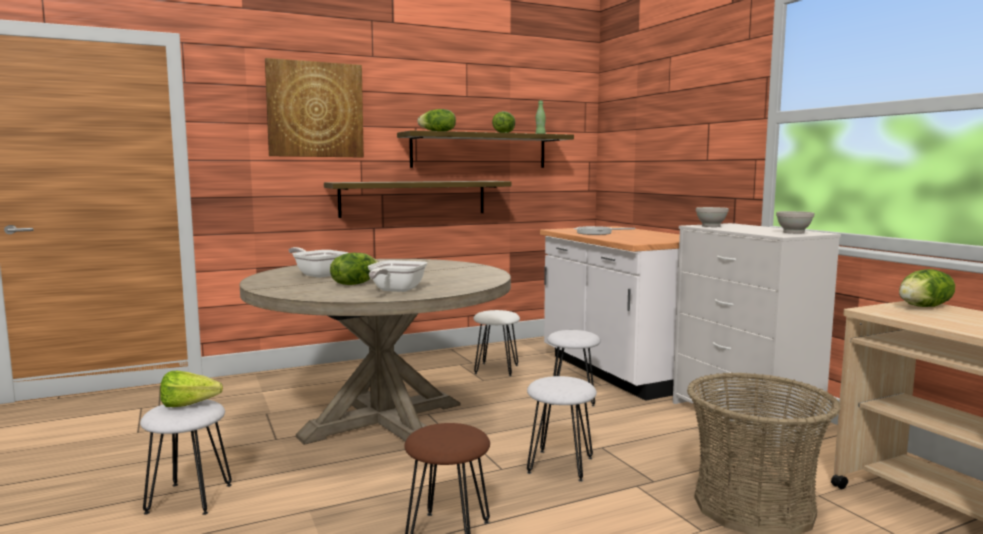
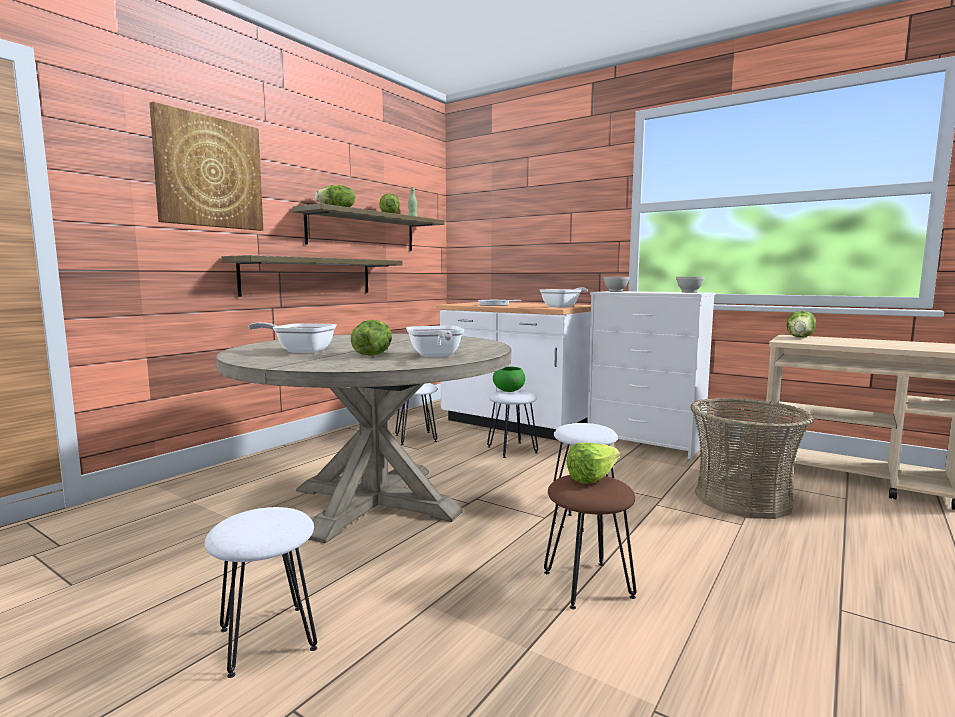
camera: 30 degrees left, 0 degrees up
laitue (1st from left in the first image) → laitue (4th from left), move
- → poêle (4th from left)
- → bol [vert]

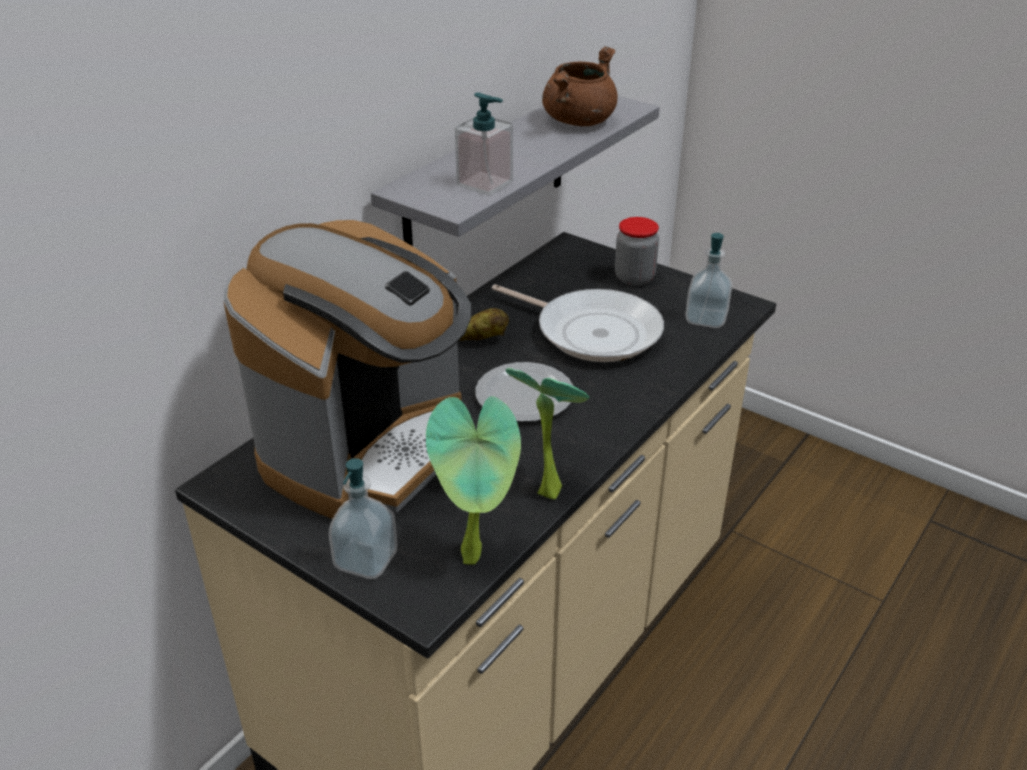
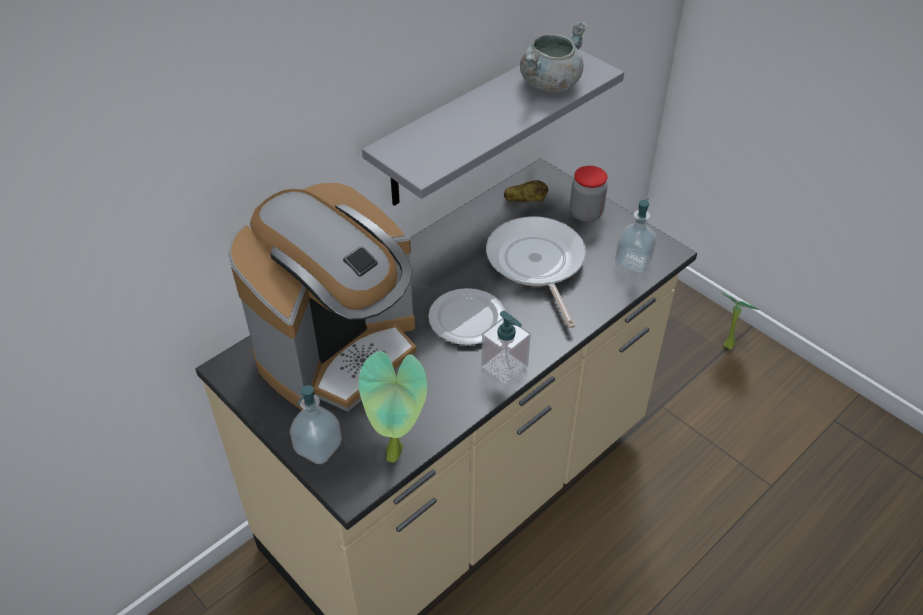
camera: 10 degrees right, 10 degrees up
marmite [marron] → marmite [gris]
distributeur de savon (2nd from left), move
poêle, 150 degrees counterclockwise
pomme de terre, move
plante en pot (2nd from left), move

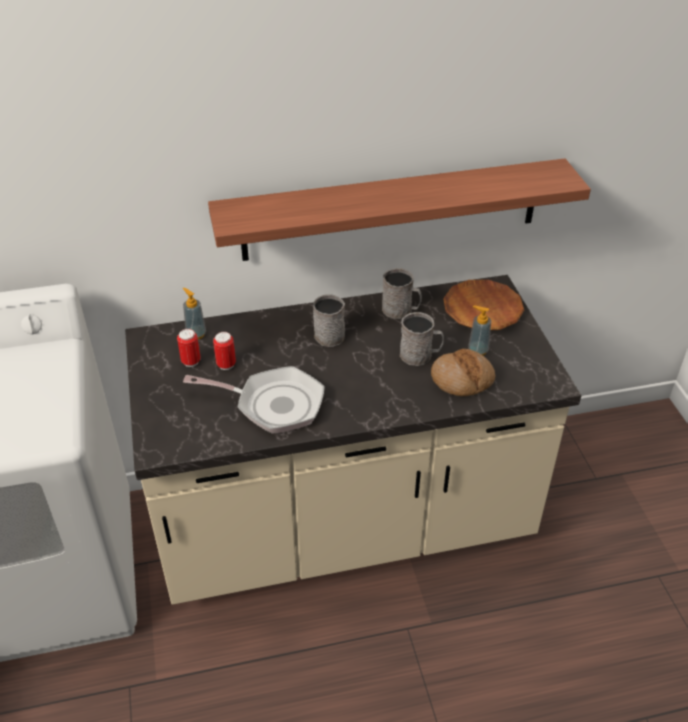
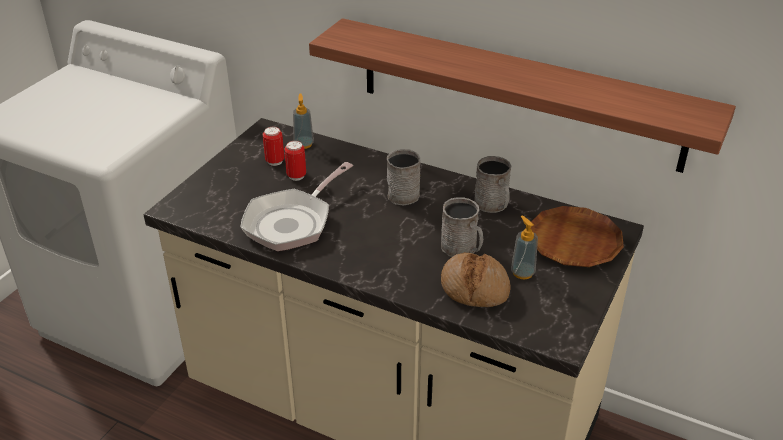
camera: 40 degrees right, 5 degrees down
poêle, 75 degrees clockwise

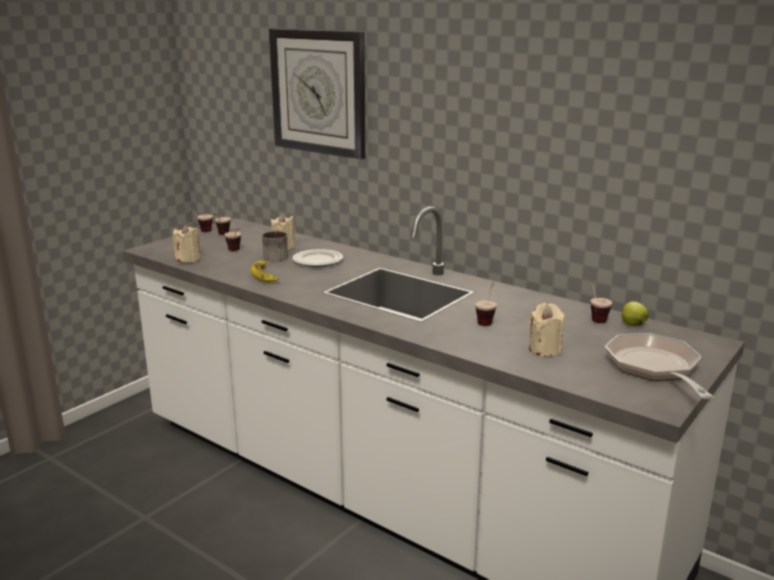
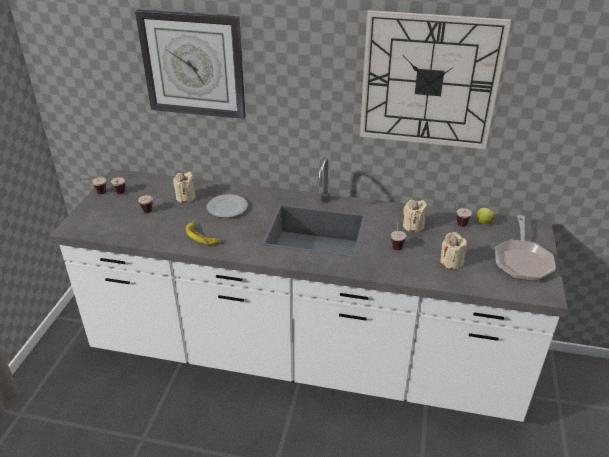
camera: 25 degrees left, 15 degrees up
bougie [beige] (1st from left in the first image) → bougie [beige] (2nd from left), move
mug → -
poêle, 135 degrees counterclockwise
- → horloge murale (2nd from left)

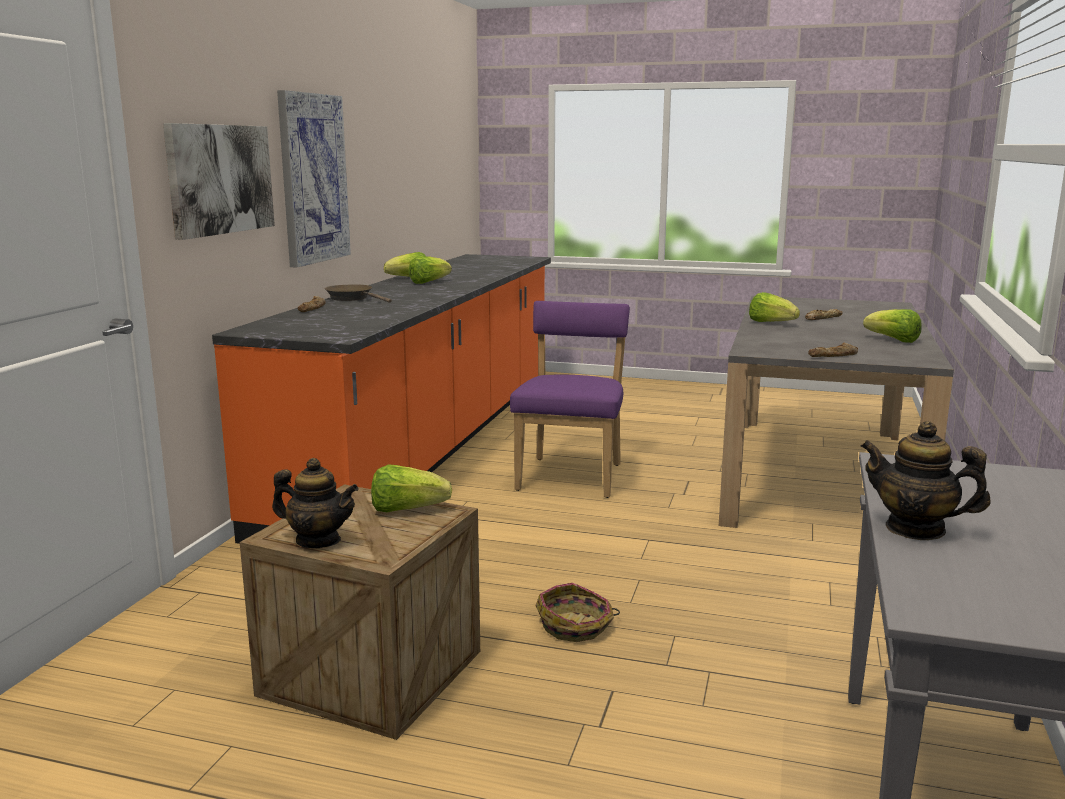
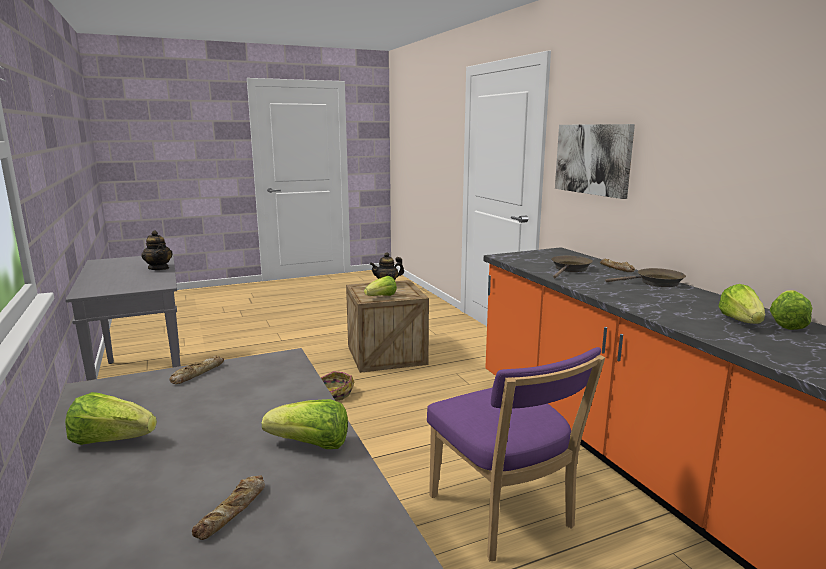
camera: 140 degrees right, 0 degrees up
tableau (2nd from left) → -
théière (2nd from left in the first image) → théière (1st from left), 60 degrees clockwise
- → poêle [marron] (1st from left)

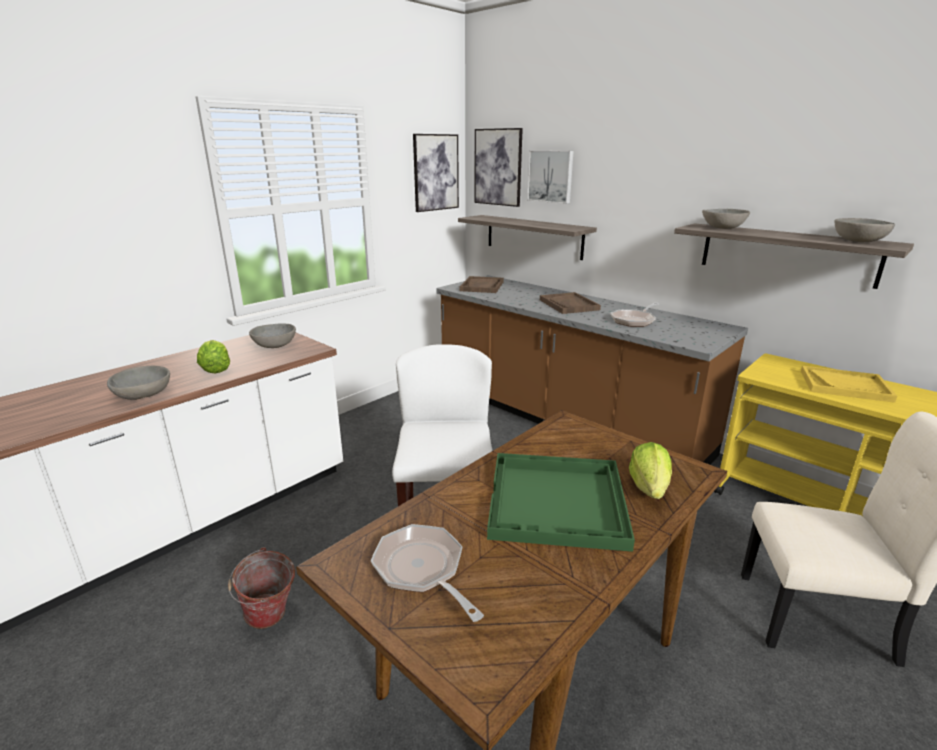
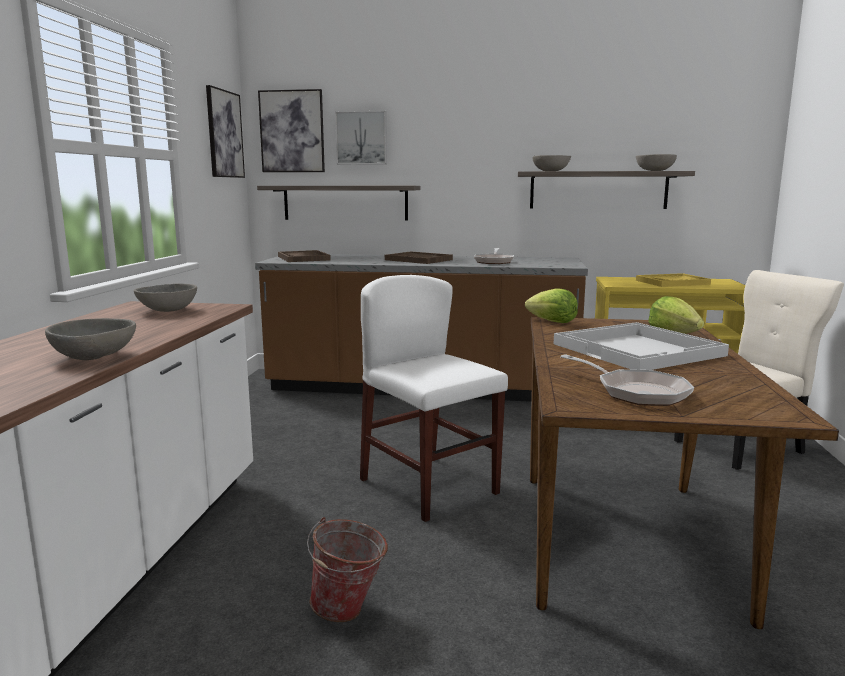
camera: 35 degrees left, 10 degrees down
laitue (1st from left), move
plateau [vert] → plateau [blanc]
poêle (1st from left in the first image) → poêle (2nd from left), 150 degrees counterclockwise

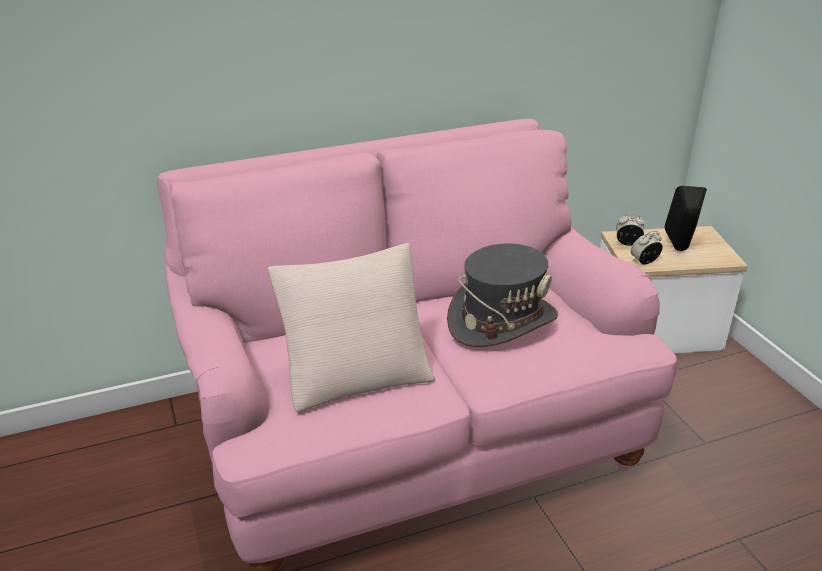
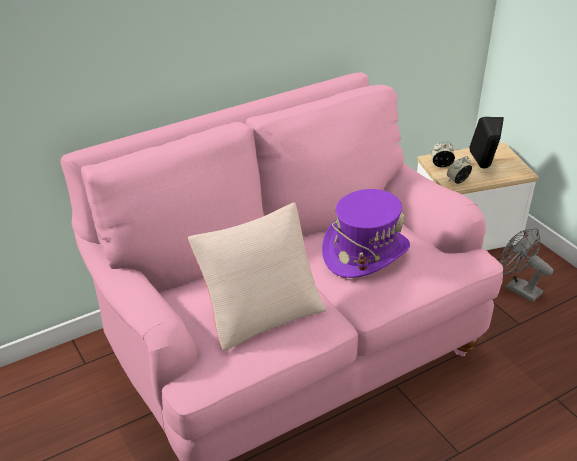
camera: 10 degrees left, 5 degrees up
chapeau [gris] → chapeau [violet]
- → ventilateur [gris]

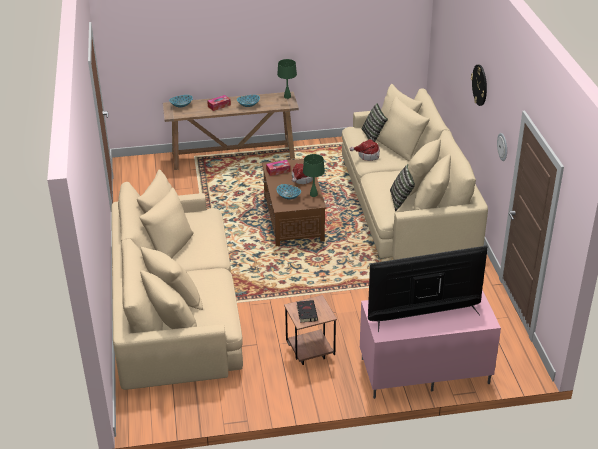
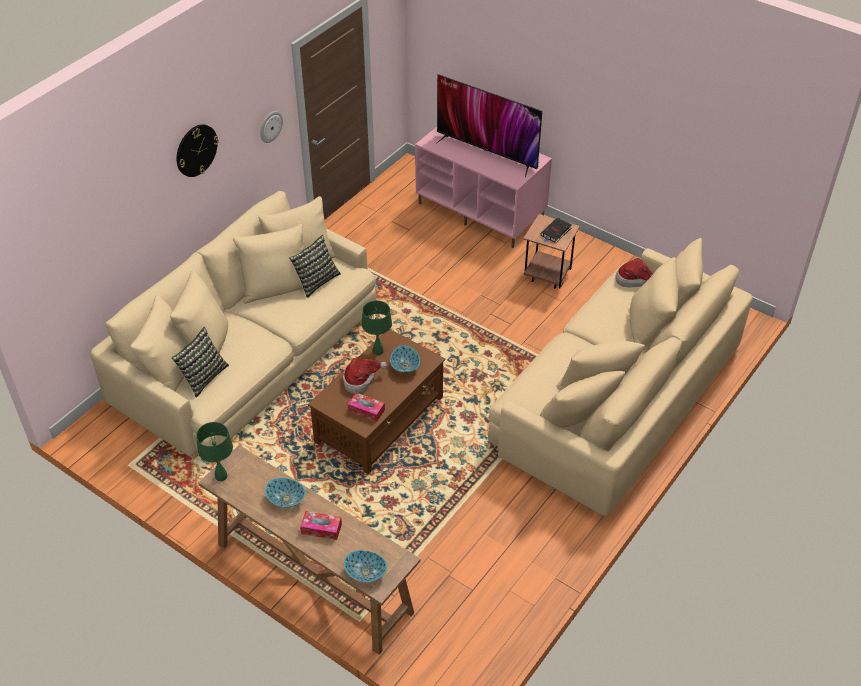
camera: 135 degrees left, 10 degrees up
chapeau (2nd from left), move

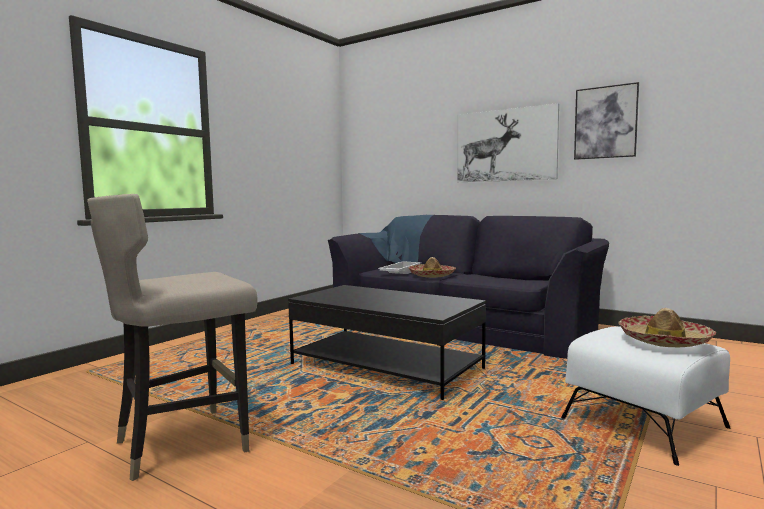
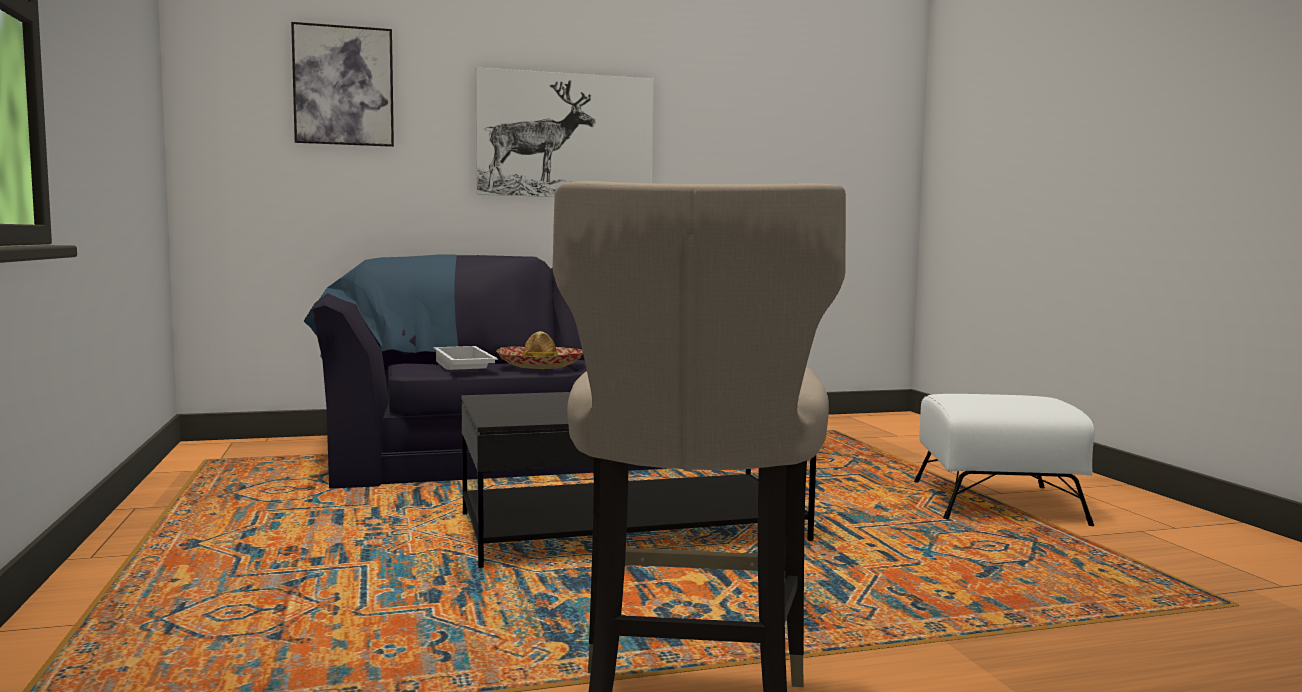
camera: 50 degrees left, 0 degrees up
tableau (2nd from left in the first image) → tableau (1st from left), move
chapeau (2nd from left) → -

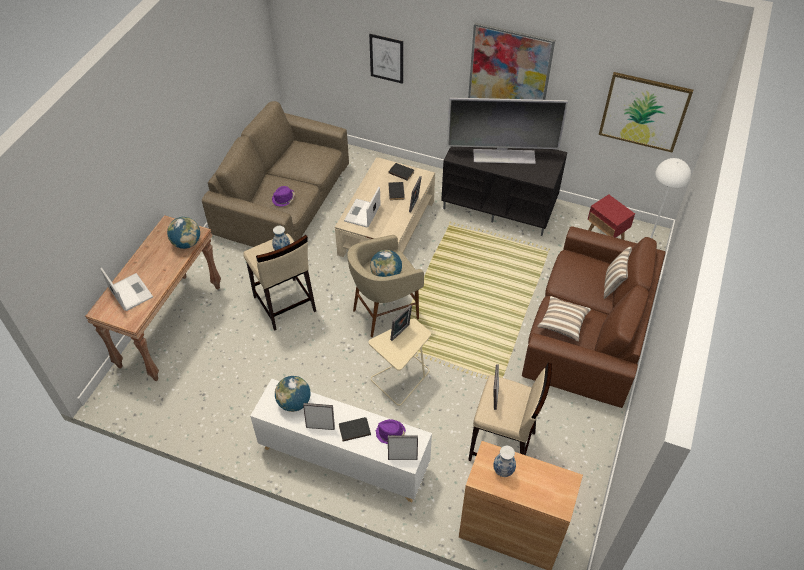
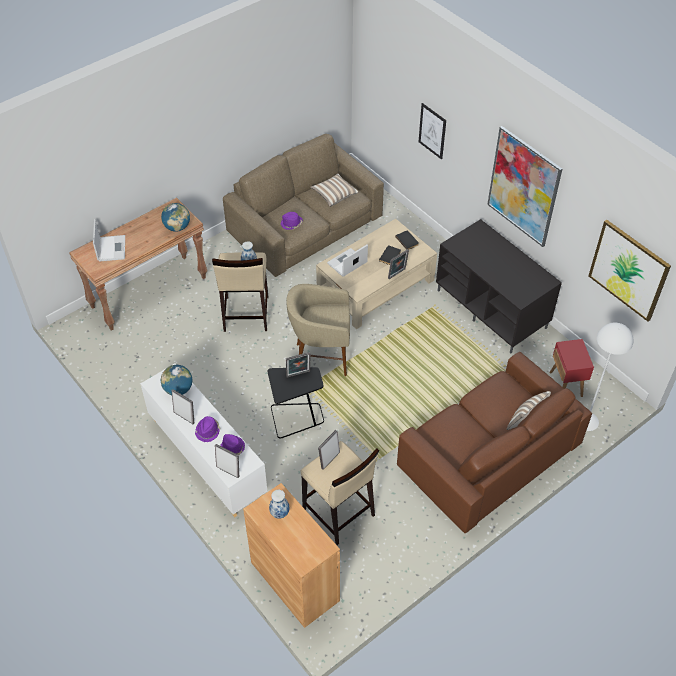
camera: 30 degrees right, 0 degrees up
téléviseur → -
globe (3rd from left) → -
coussin (1st from left), move
table d'appoint [beige] → table d'appoint [noir]
livre [noir] (1st from left) → chapeau [violet] (1st from left)

